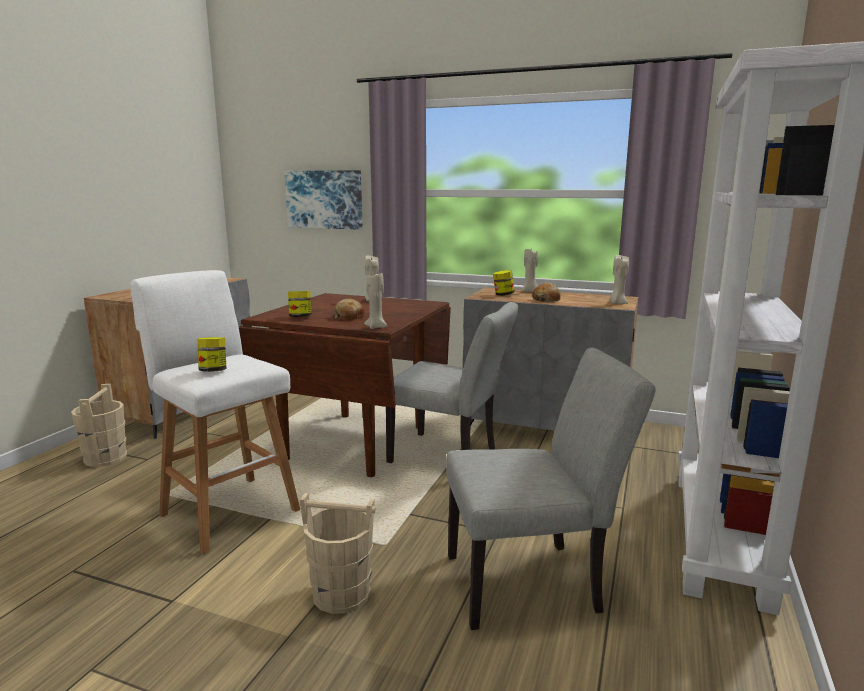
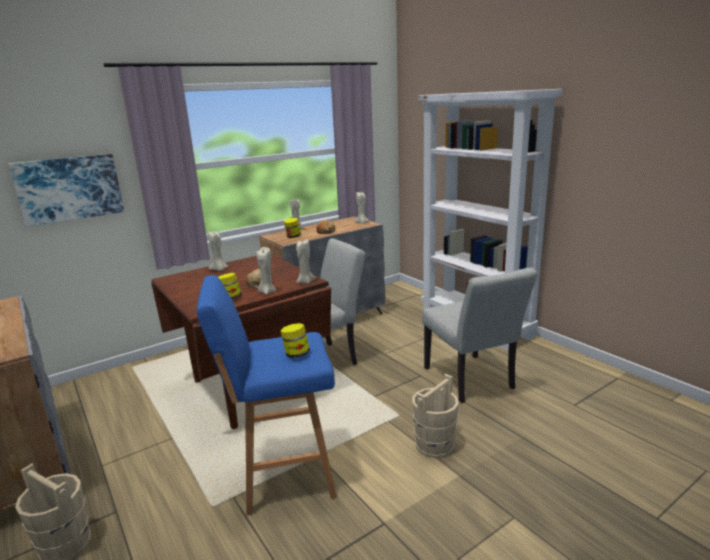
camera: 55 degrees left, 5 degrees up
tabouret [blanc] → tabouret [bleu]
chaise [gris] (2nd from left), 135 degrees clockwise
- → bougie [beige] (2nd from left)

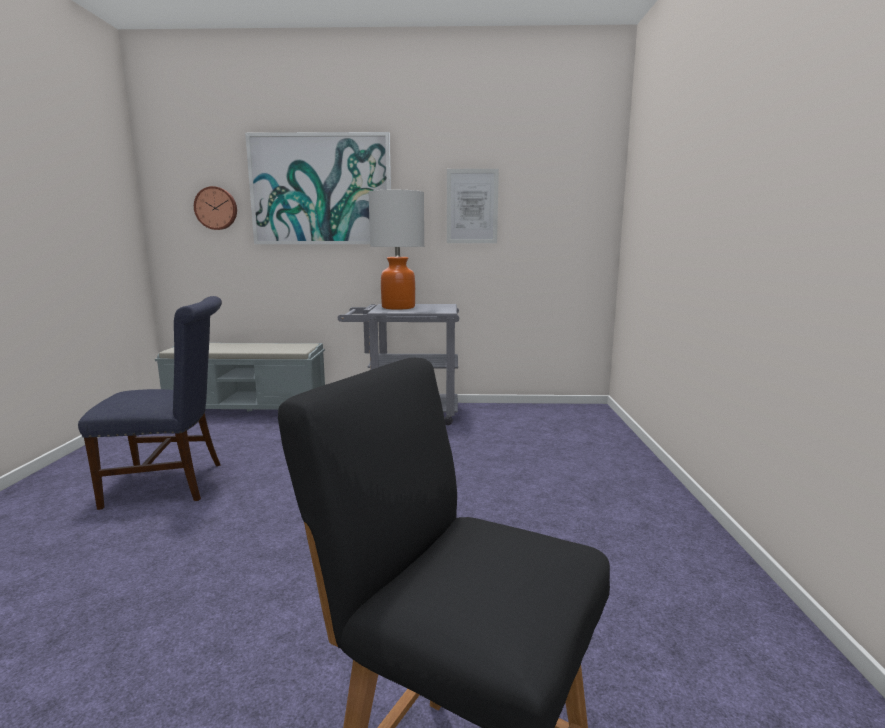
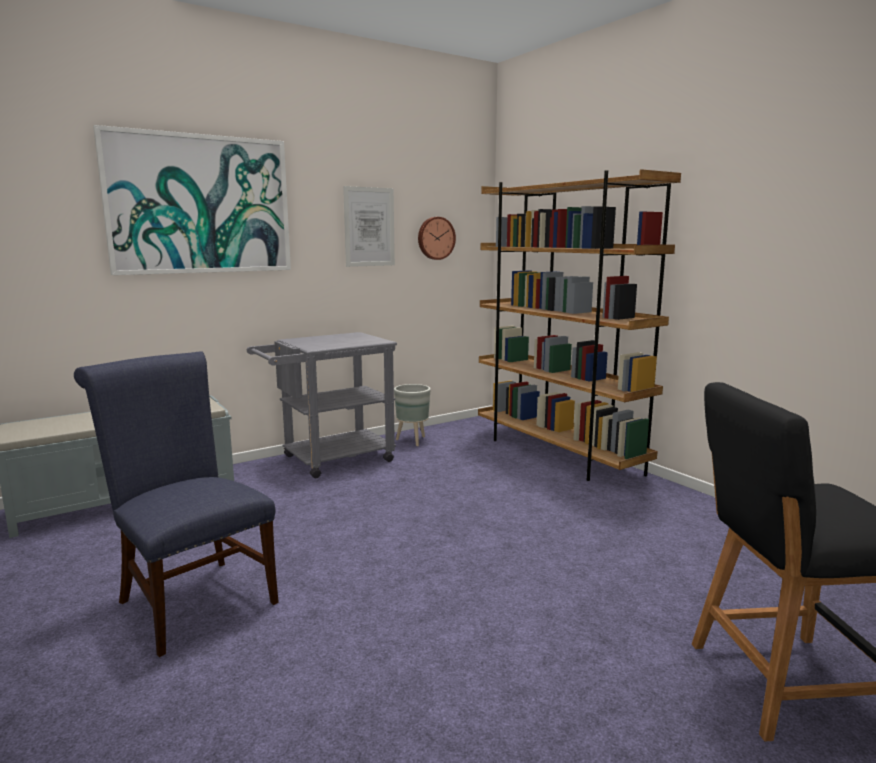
camera: 35 degrees left, 0 degrees up
horloge murale, move
lampe de table → -
chaise [bleu], 90 degrees counterclockwise
- → bibliothèque [marron]
- → cache-pot [gris]

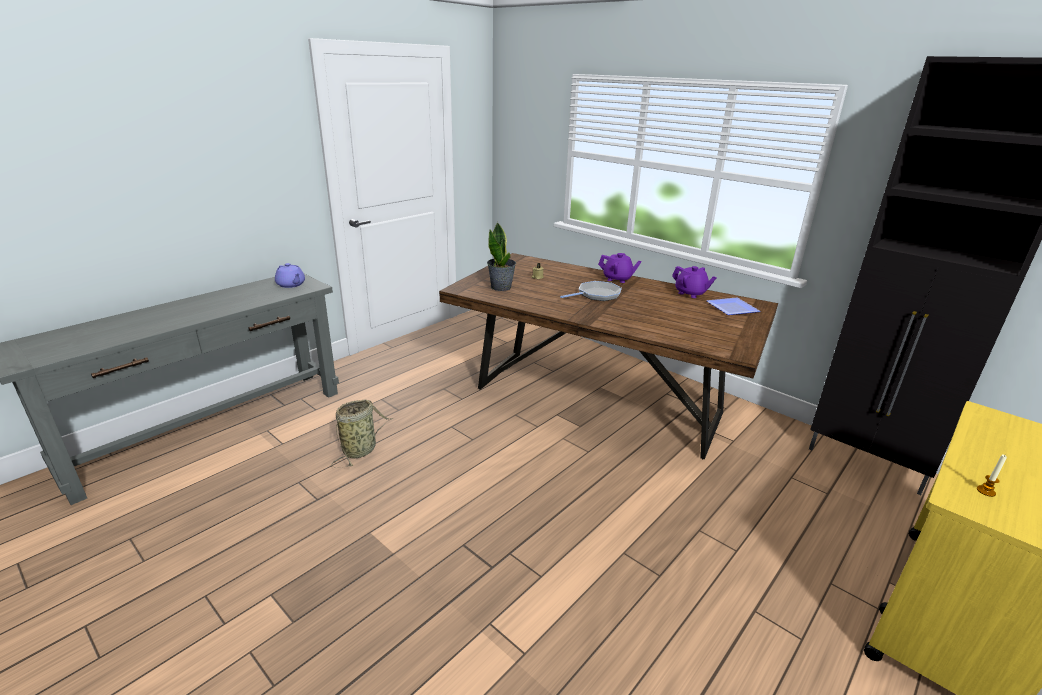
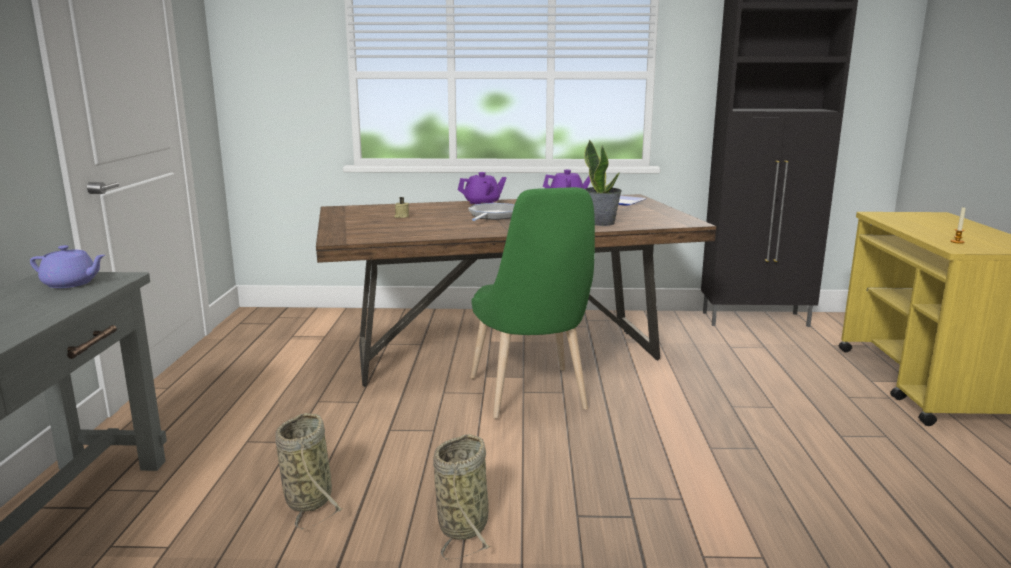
camera: 40 degrees left, 10 degrees down
plante en pot, move
- → chaise [vert]
- → panier (2nd from left)

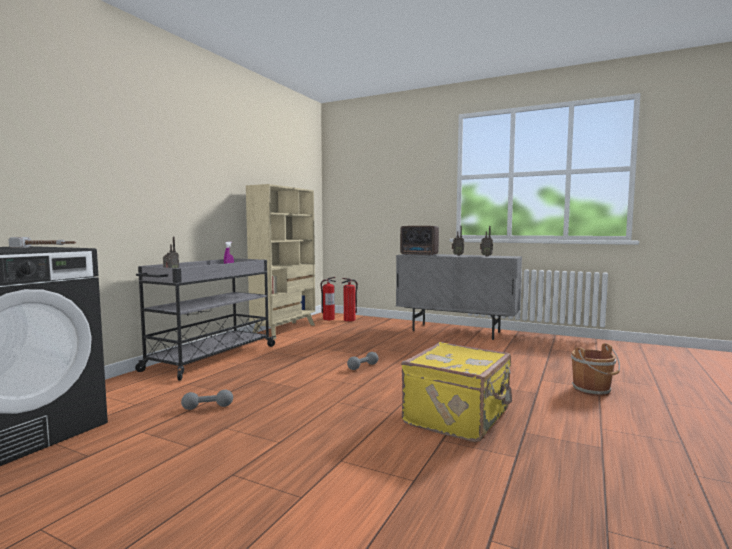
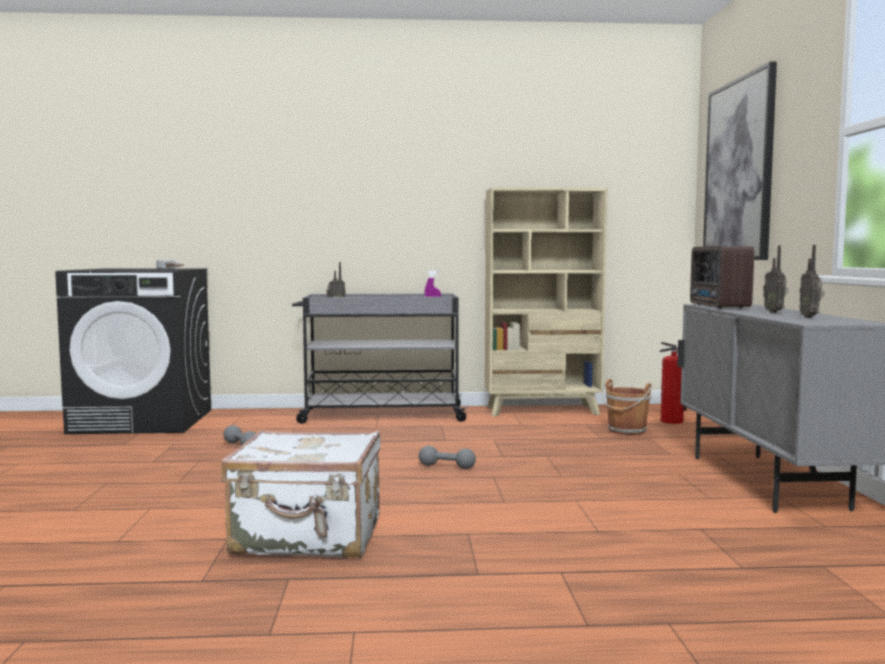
camera: 60 degrees right, 0 degrees up
extincteur (1st from left) → -
valise [jaune] → valise [blanc]
seau [marron], move
- → tableau

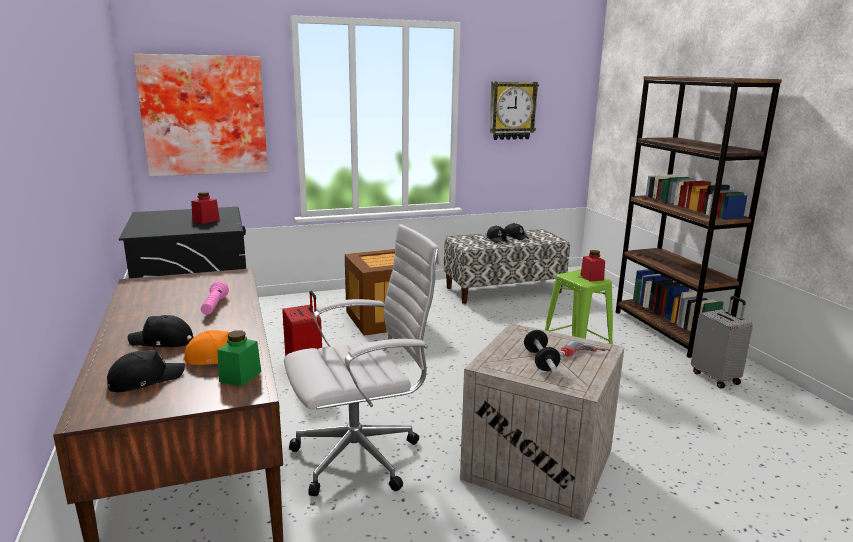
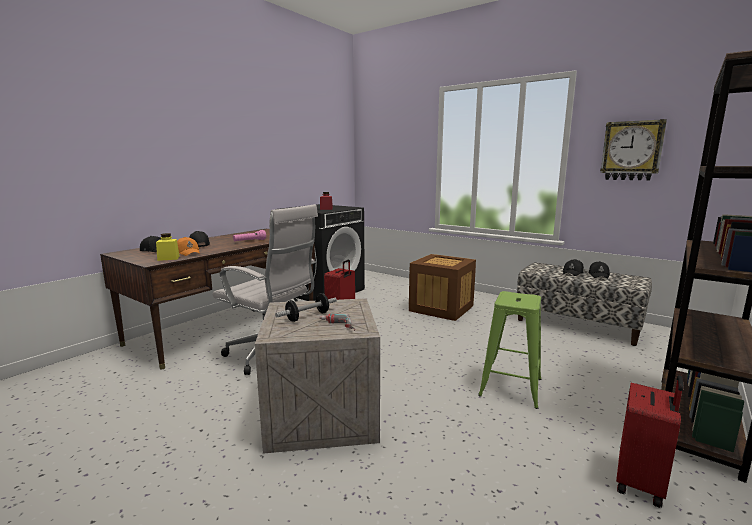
camera: 55 degrees right, 5 degrees down
tableau → -
bocal [rouge] (2nd from left) → -
valise [gris] → valise [rouge] (2nd from left)
bocal [vert] → bocal [jaune]

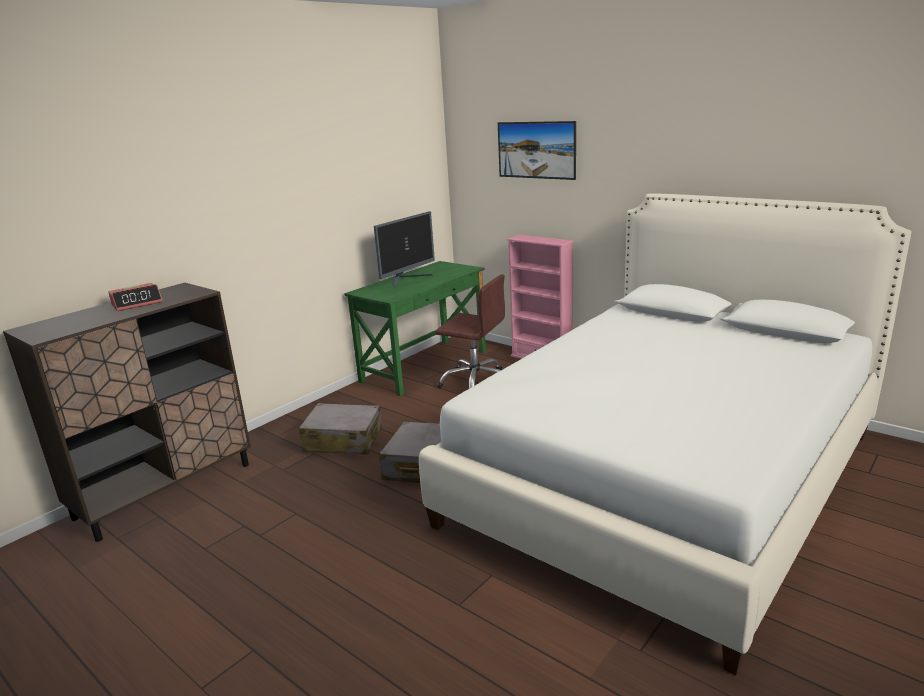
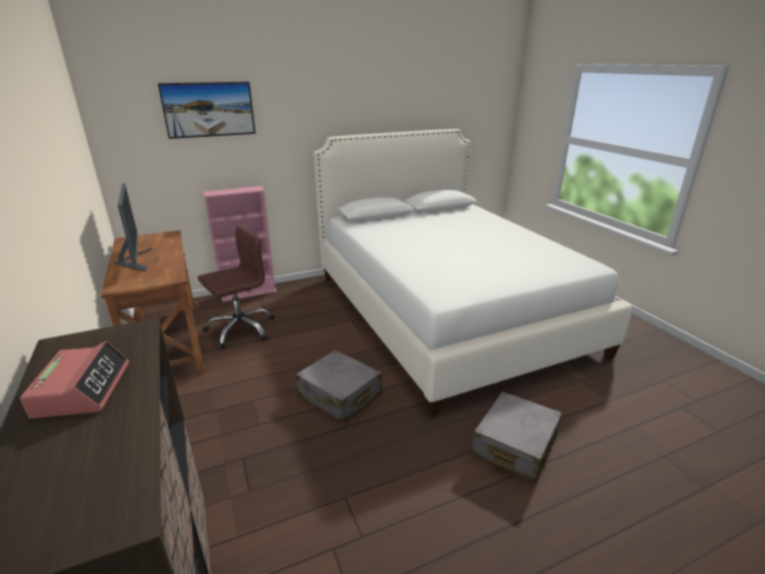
camera: 65 degrees left, 5 degrees up
bureau [vert] → bureau [marron]
valise [gris] (1st from left in the first image) → valise [gris] (2nd from left), move

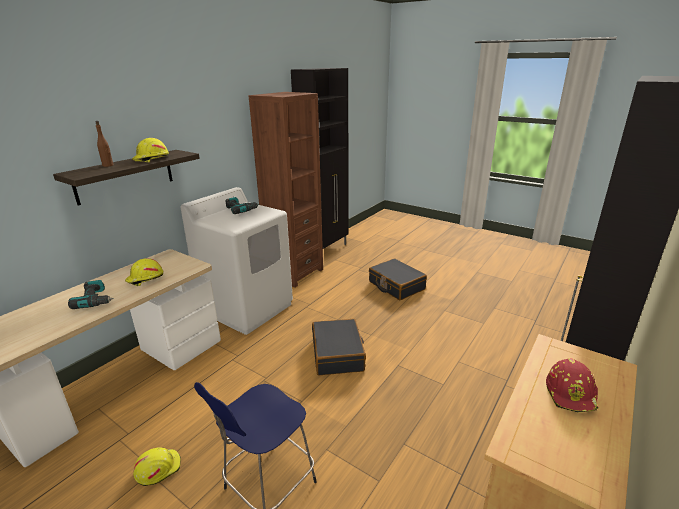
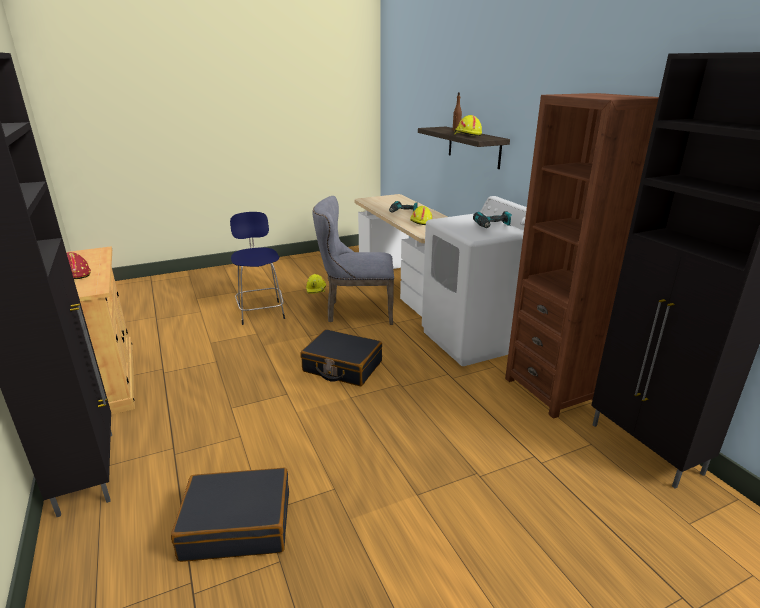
camera: 120 degrees right, 0 degrees up
valise [noir] (2nd from left in the first image) → valise [noir] (1st from left), move
- → chaise [gris]

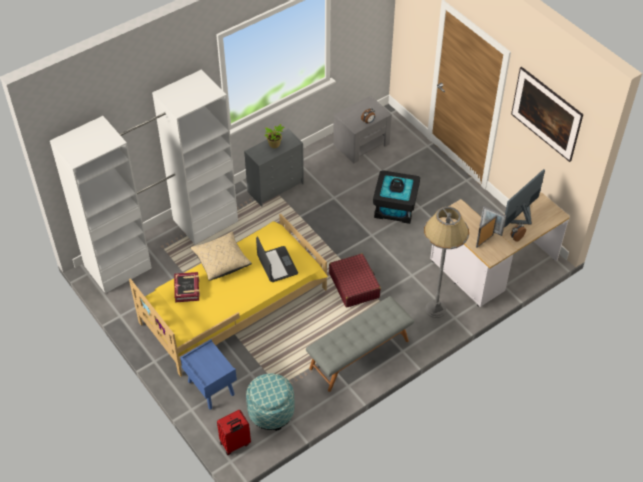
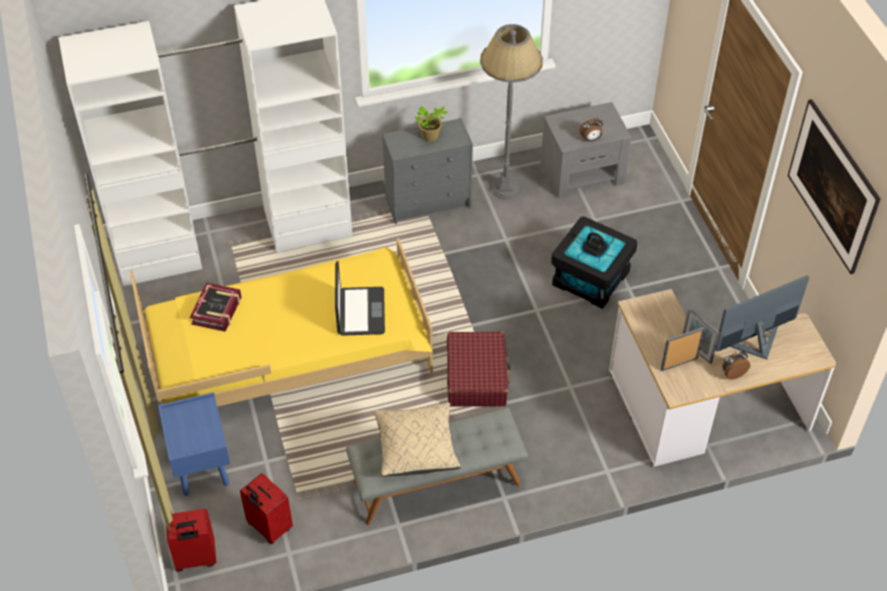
camera: 20 degrees right, 0 degrees up
lampadaire [gris], move
coussin [beige], move
pouf → valise [rouge] (2nd from left)

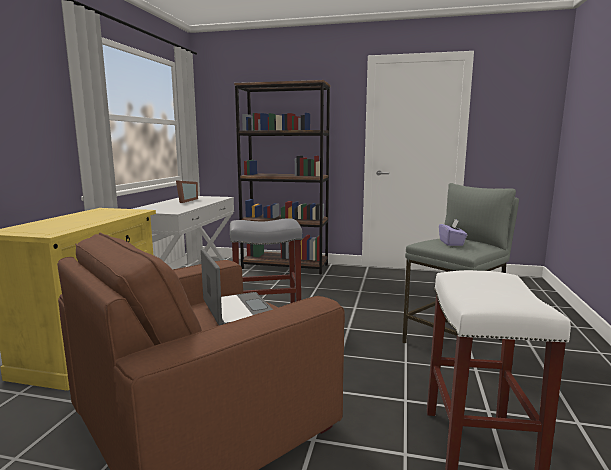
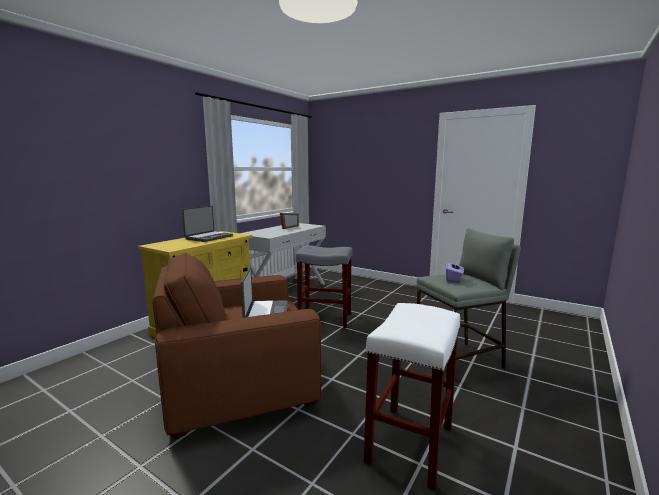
camera: 20 degrees right, 0 degrees up
bibliothèque [marron] → -
- → ordinateur portable (1st from left)

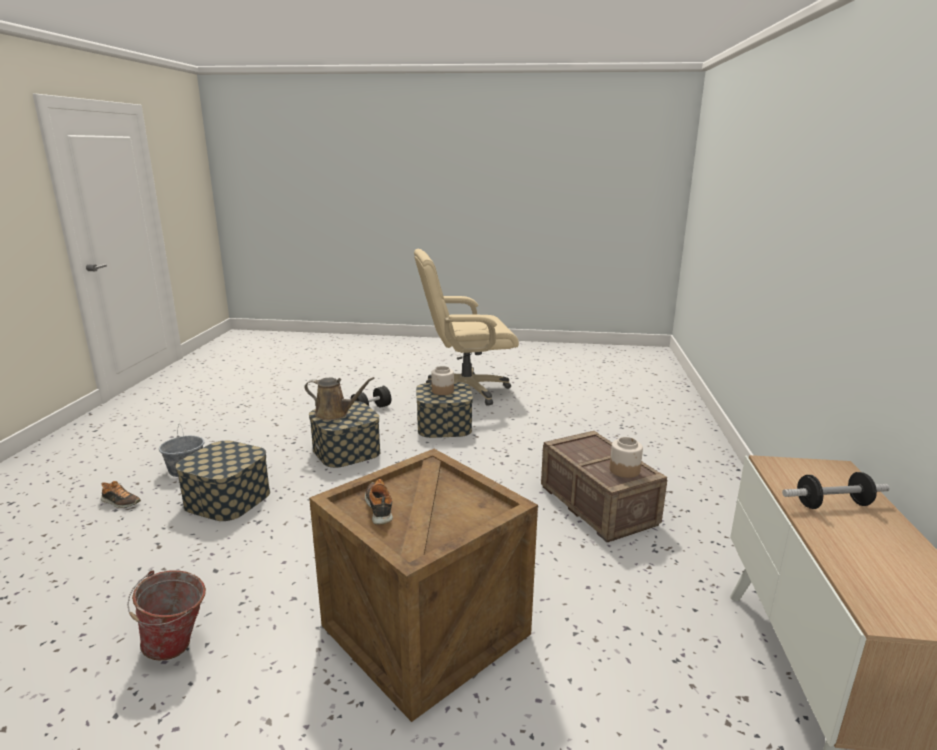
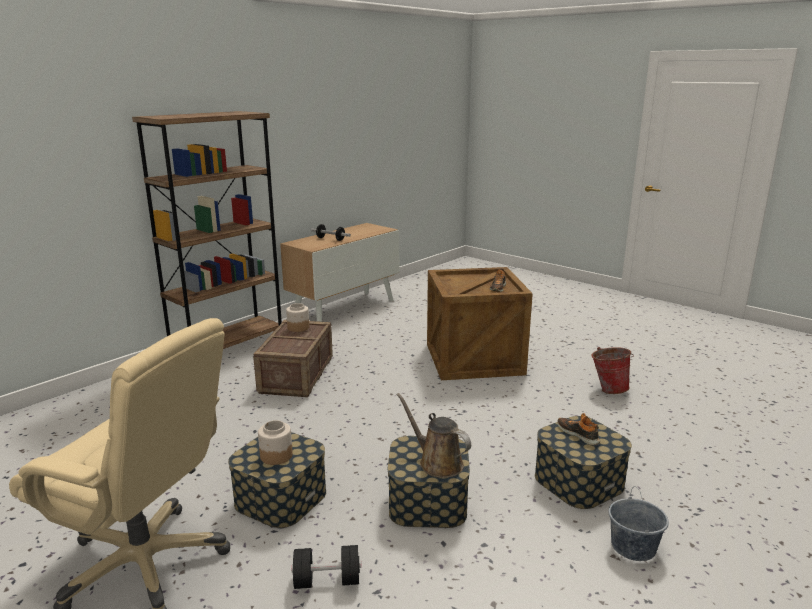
camera: 145 degrees left, 0 degrees up
chaussure (1st from left in the first image) → chaussure (2nd from left), move
- → bibliothèque [marron]

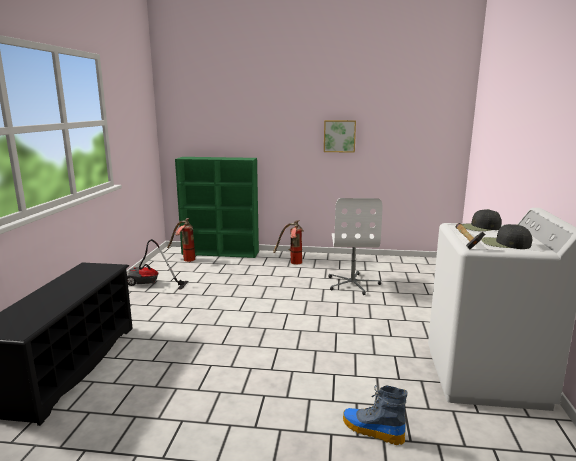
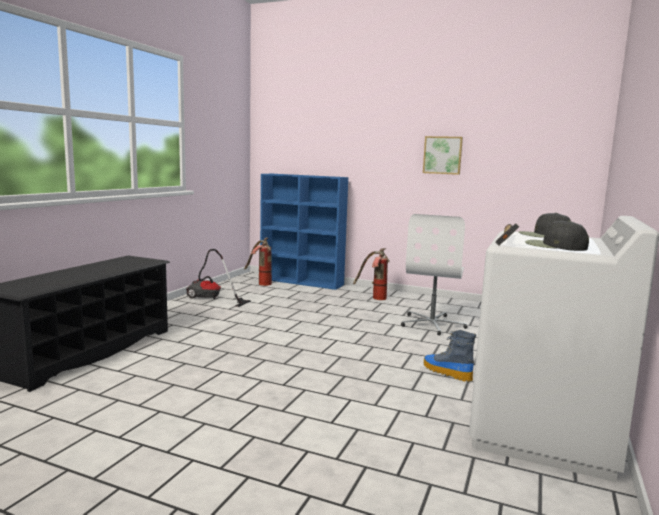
camera: 15 degrees right, 5 degrees down
bibliothèque [vert] → bibliothèque [bleu]
botte, move

